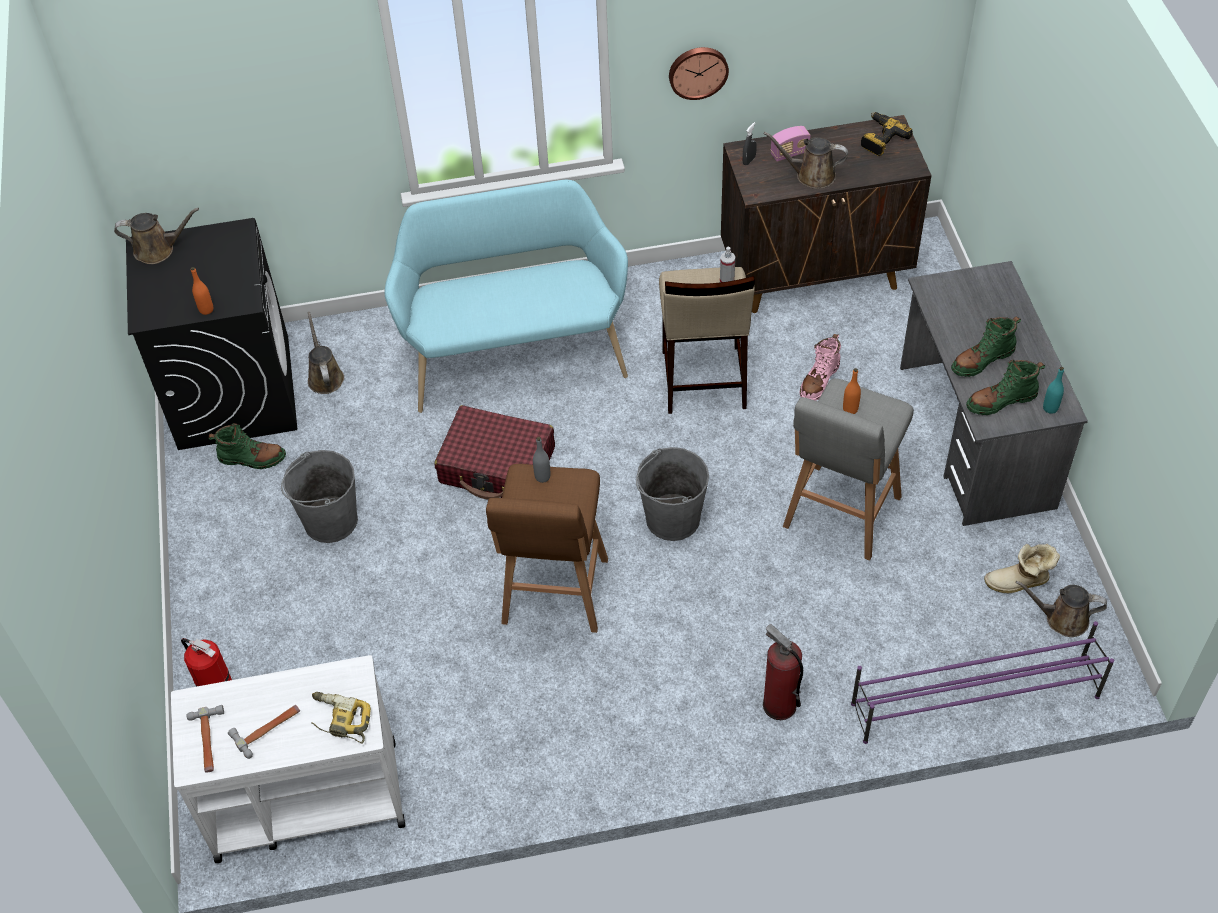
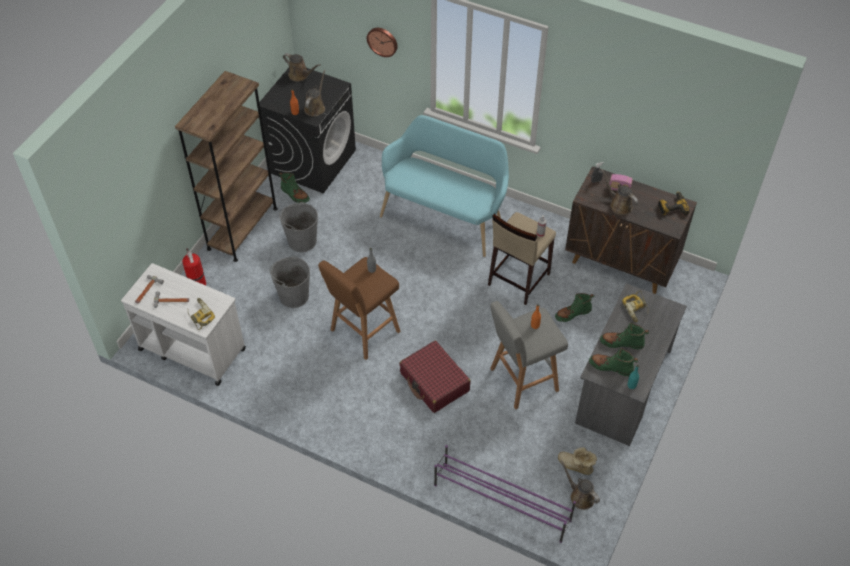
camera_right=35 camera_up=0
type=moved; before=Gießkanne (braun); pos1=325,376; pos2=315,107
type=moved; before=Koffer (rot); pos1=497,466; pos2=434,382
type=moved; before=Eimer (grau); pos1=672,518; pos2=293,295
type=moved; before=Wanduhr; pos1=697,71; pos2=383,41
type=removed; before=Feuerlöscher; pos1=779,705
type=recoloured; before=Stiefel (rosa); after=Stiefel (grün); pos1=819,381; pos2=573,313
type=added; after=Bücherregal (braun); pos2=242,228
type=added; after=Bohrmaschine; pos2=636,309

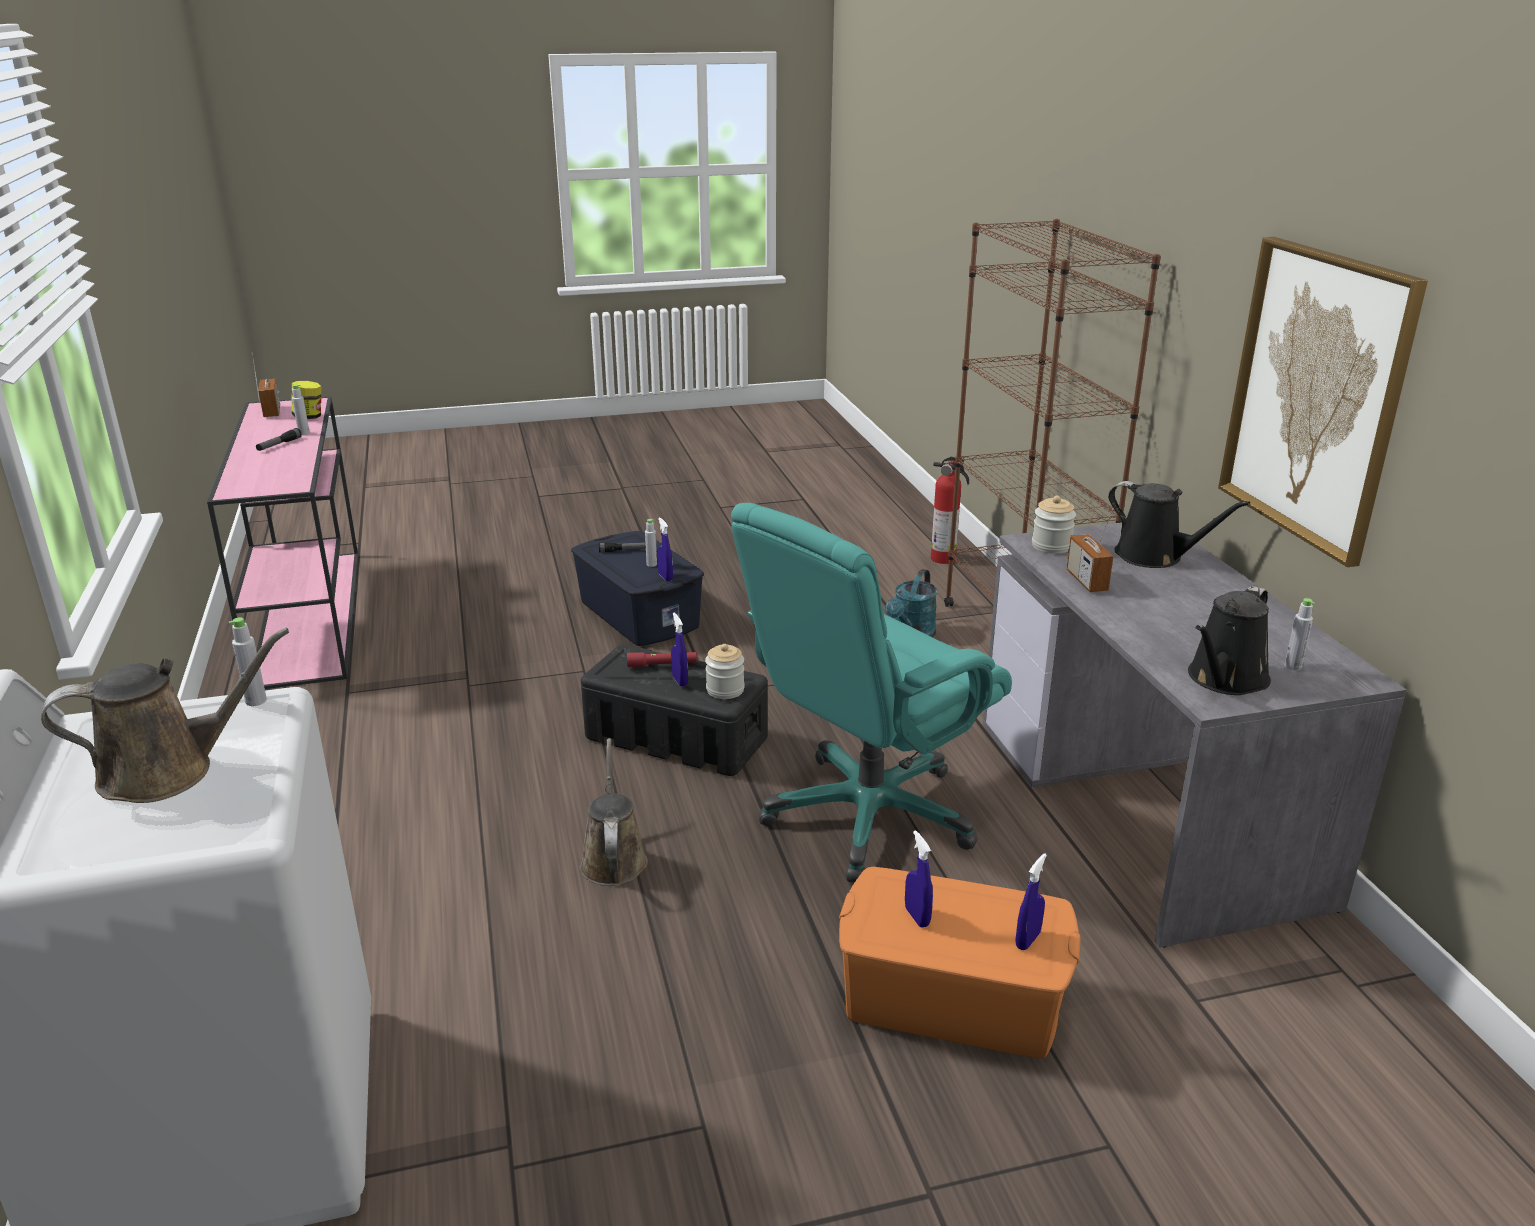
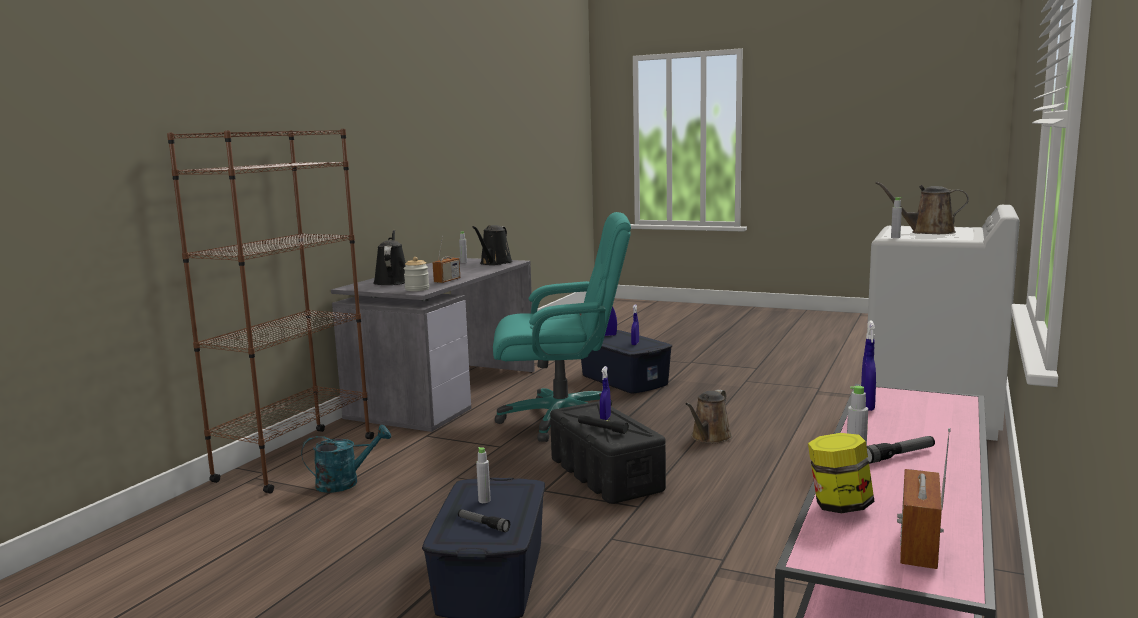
camera_right=-140 camera_up=-15
type=recoloured; before=Taschenlampe (rot); after=Taschenlampe (schwarz); pos1=662,664; pos2=602,428
type=moved; before=Sprühflasche (blau); pos1=665,577; pos2=867,406
type=removed; before=Vorratsglas; pos1=725,690
type=recoloured; before=Aufbewahrungsbox (orange); after=Aufbewahrungsbox (blau); pos1=952,999; pos2=624,379
type=removed; before=Feuerlöscher; pos1=945,559
type=turned; before=Gießkanne (schwarz); pos1=1225,680; pos2=494,263; turn=120
type=removed; before=Bild; pos1=1315,396

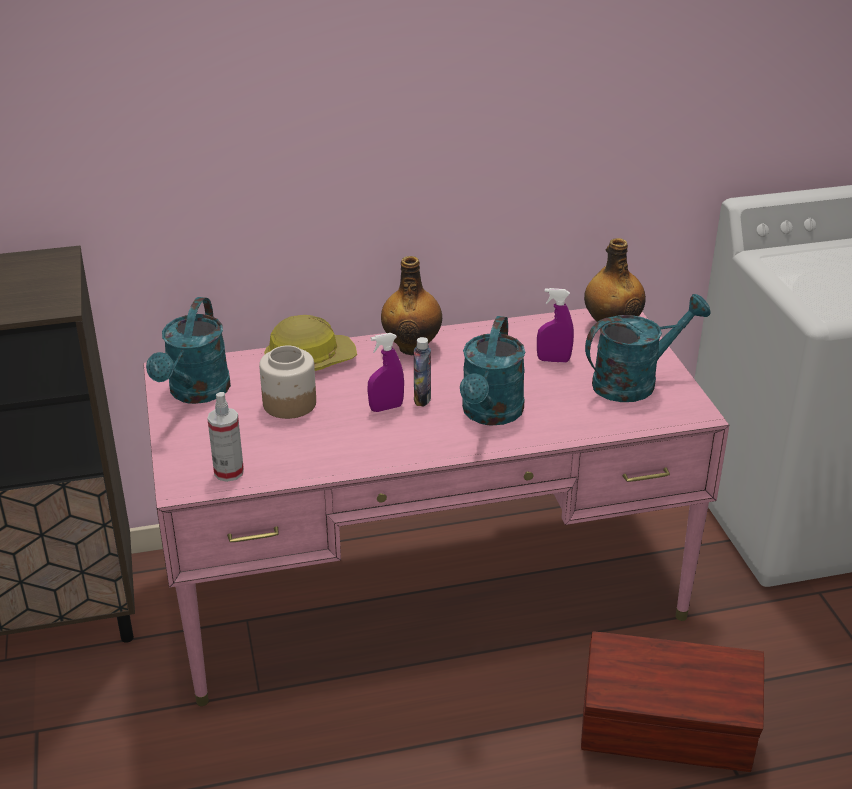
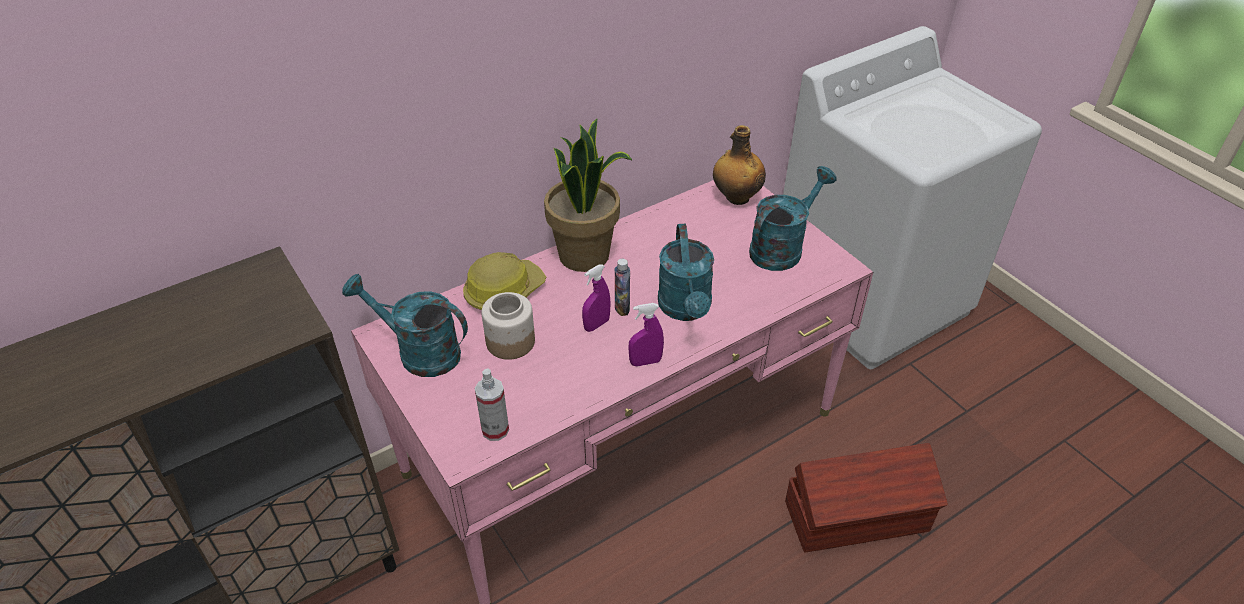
camera_right=-20 camera_up=10
type=turned; before=Gießkanne (türkis); pos1=196,393; pos2=419,352; turn=120
type=replaced; before=Flasche; after=Topfpflanze; pos1=412,347; pos2=585,255
type=moved; before=Sprühflasche (lila); pos1=553,360; pos2=645,362

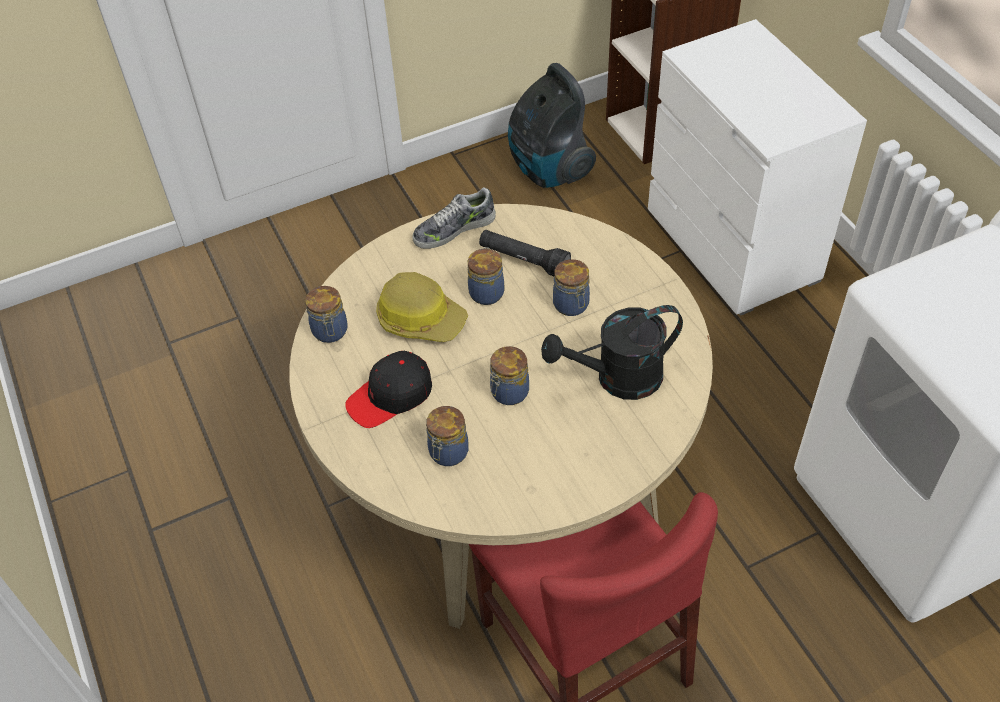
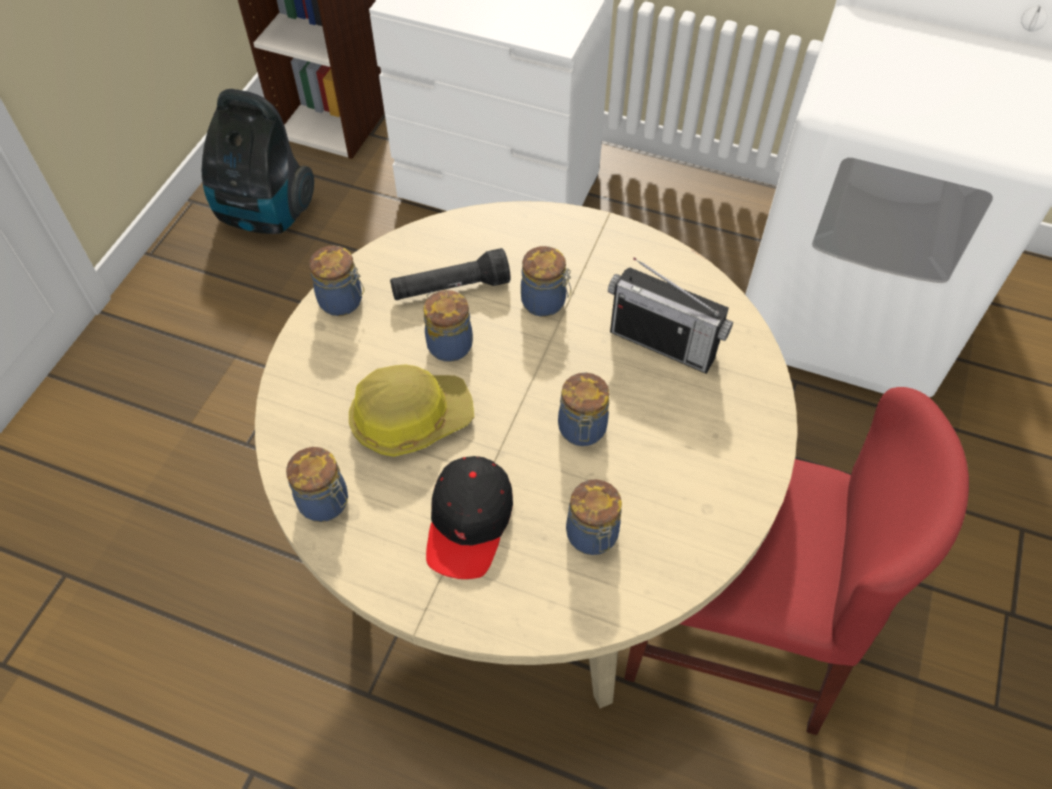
camera_right=-45 camera_up=5
type=replaced; before=Schuh; after=Vorratsglas; pos1=454,229; pos2=342,301
type=replaced; before=Gießkanne (schwarz); after=Radio; pos1=617,379; pos2=663,343

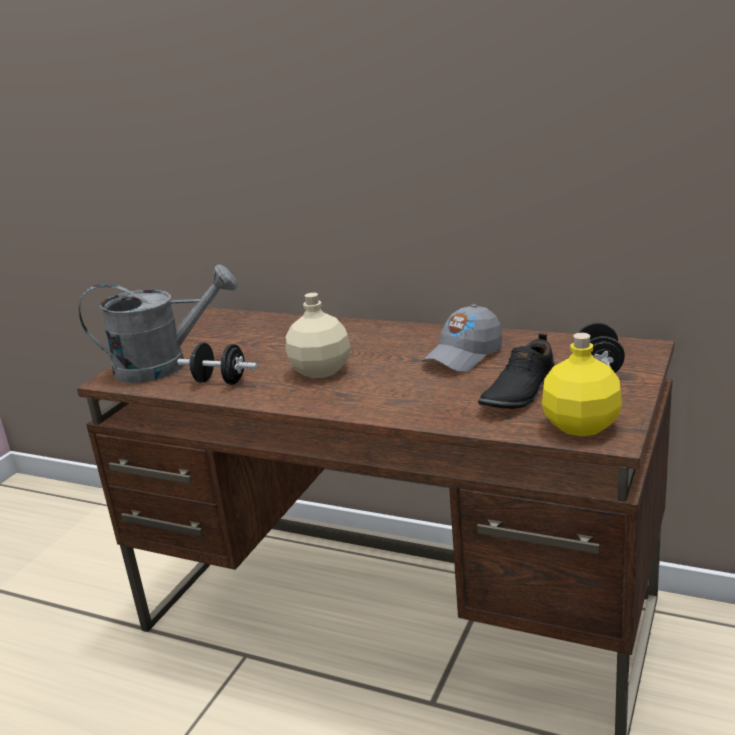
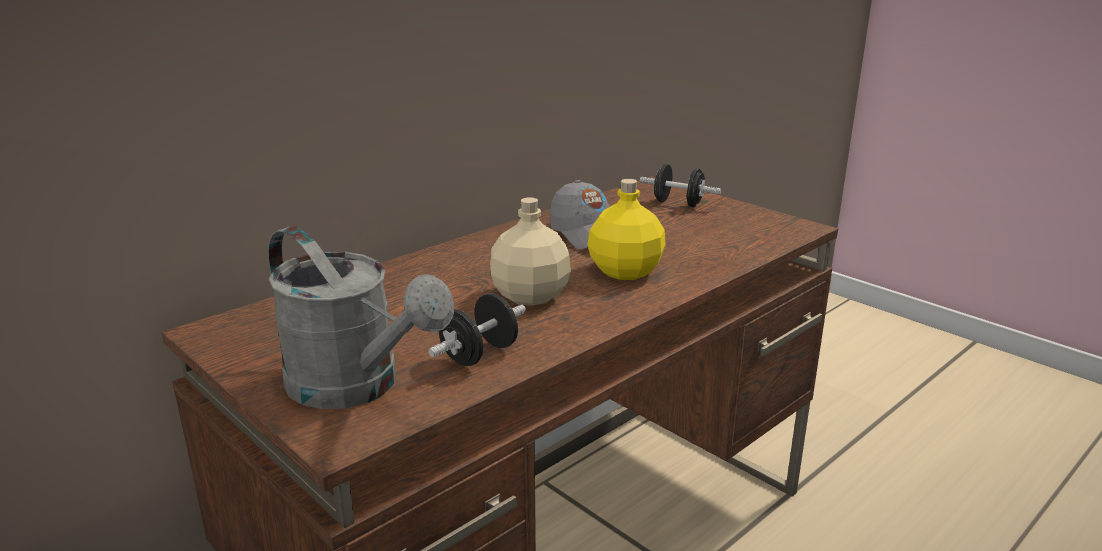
camera_right=-70 camera_up=0
type=turned; before=Gießkanne (grau); pos1=164,365; pos2=356,387; turn=120
type=removed; before=Schuh (schwarz); pos1=518,392
type=moved; before=Flasche (gelb); pos1=580,425; pos2=624,271

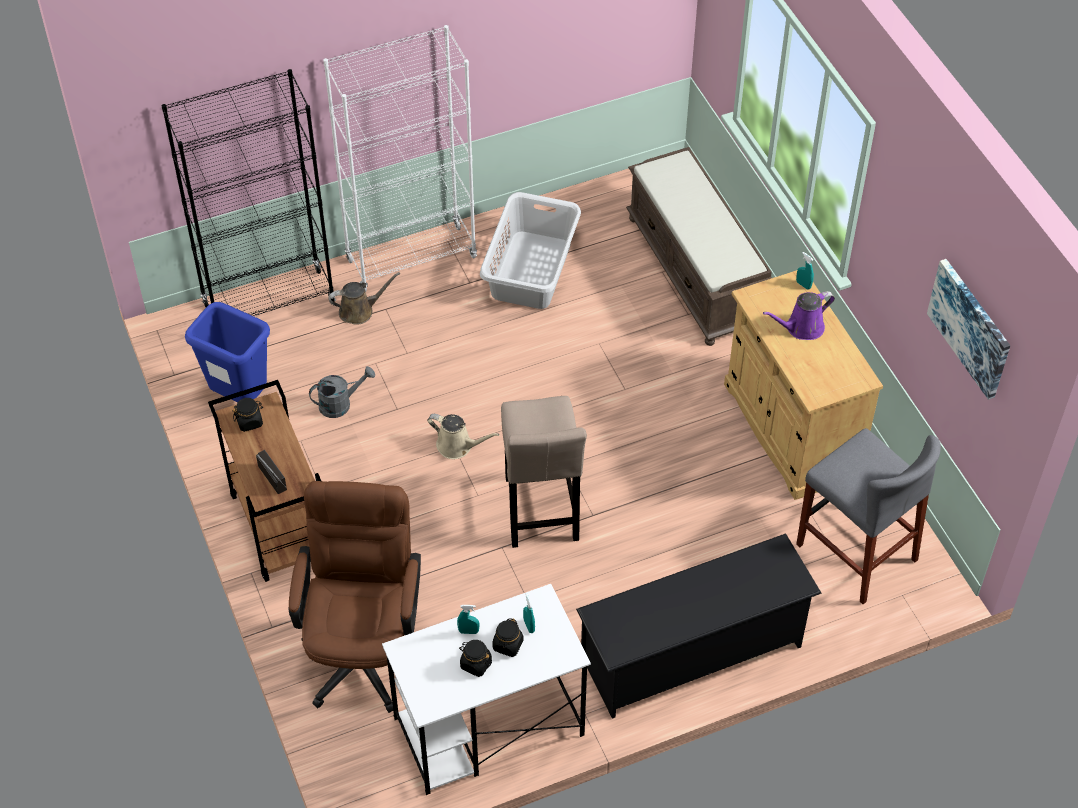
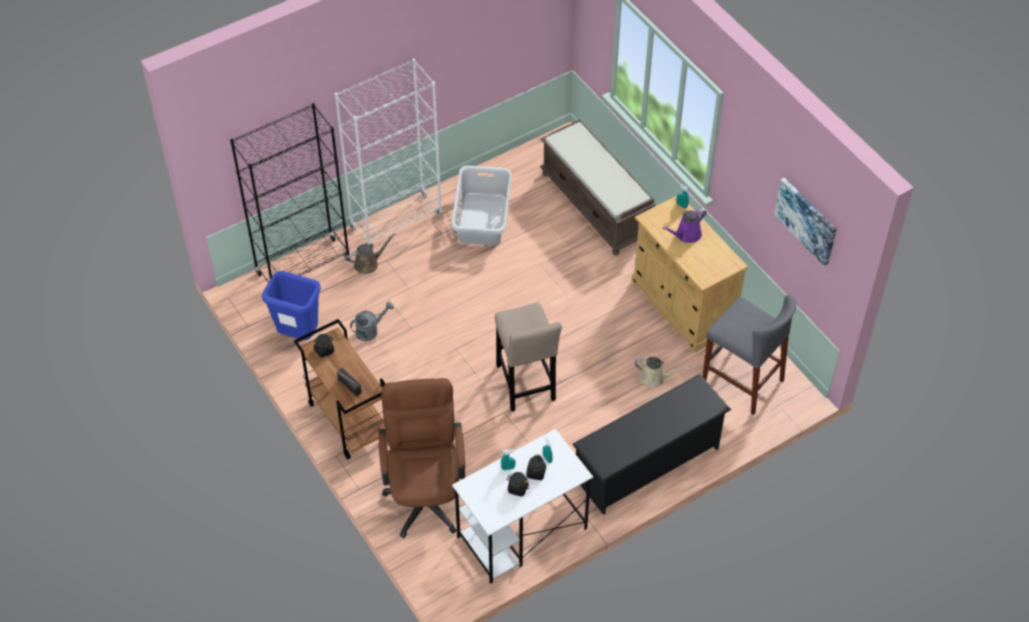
camera_right=-10 camera_up=0
type=moved; before=Gießkanne (beige); pos1=458,446; pos2=655,378

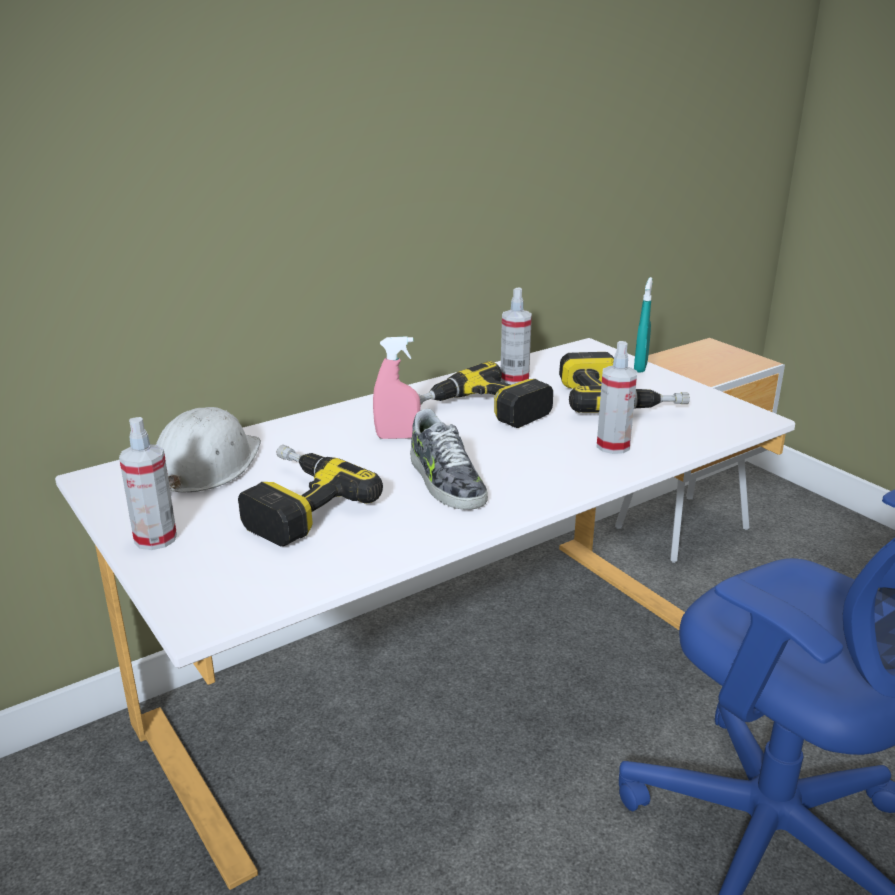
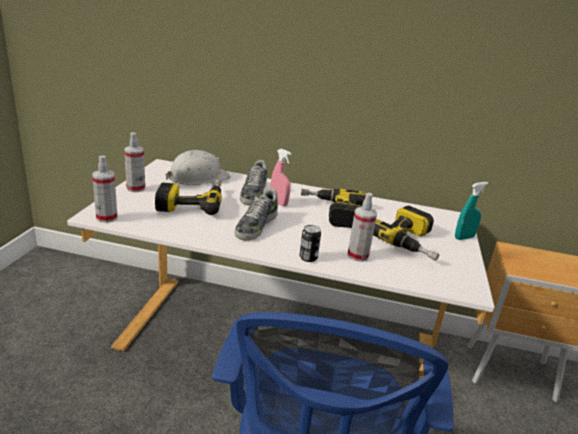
camera_right=45 camera_up=0
type=moved; before=Sprühflasche; pos1=514,379; pos2=106,218
type=added; after=Schuh; pos2=253,193
type=added; after=Dose; pos2=308,258

